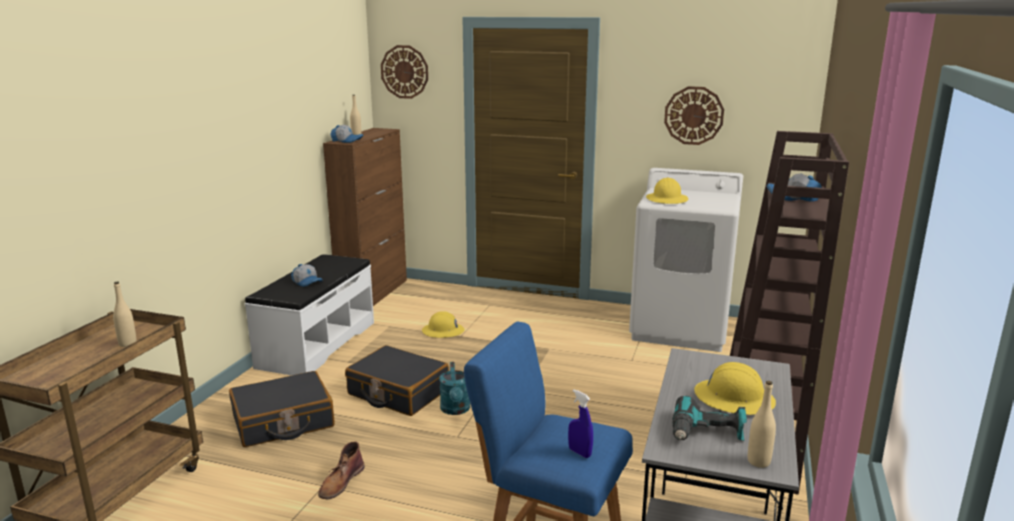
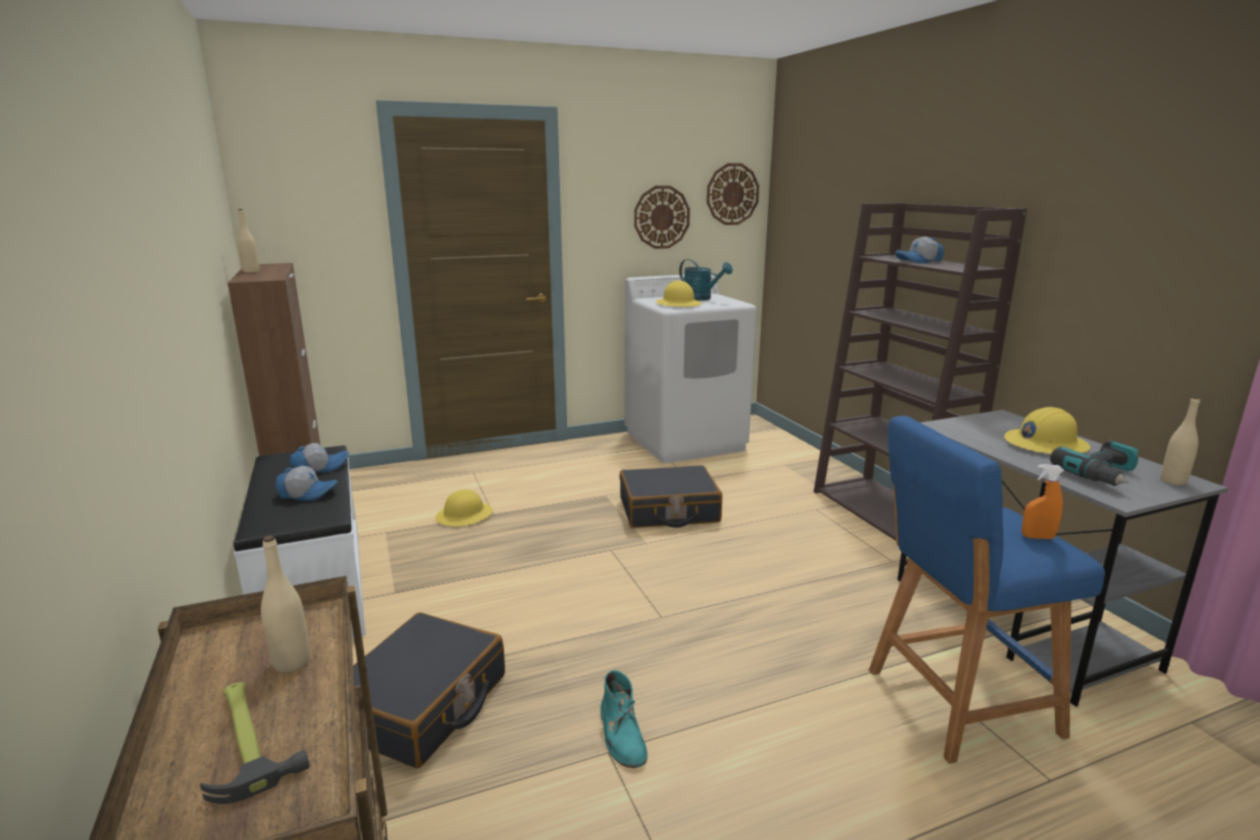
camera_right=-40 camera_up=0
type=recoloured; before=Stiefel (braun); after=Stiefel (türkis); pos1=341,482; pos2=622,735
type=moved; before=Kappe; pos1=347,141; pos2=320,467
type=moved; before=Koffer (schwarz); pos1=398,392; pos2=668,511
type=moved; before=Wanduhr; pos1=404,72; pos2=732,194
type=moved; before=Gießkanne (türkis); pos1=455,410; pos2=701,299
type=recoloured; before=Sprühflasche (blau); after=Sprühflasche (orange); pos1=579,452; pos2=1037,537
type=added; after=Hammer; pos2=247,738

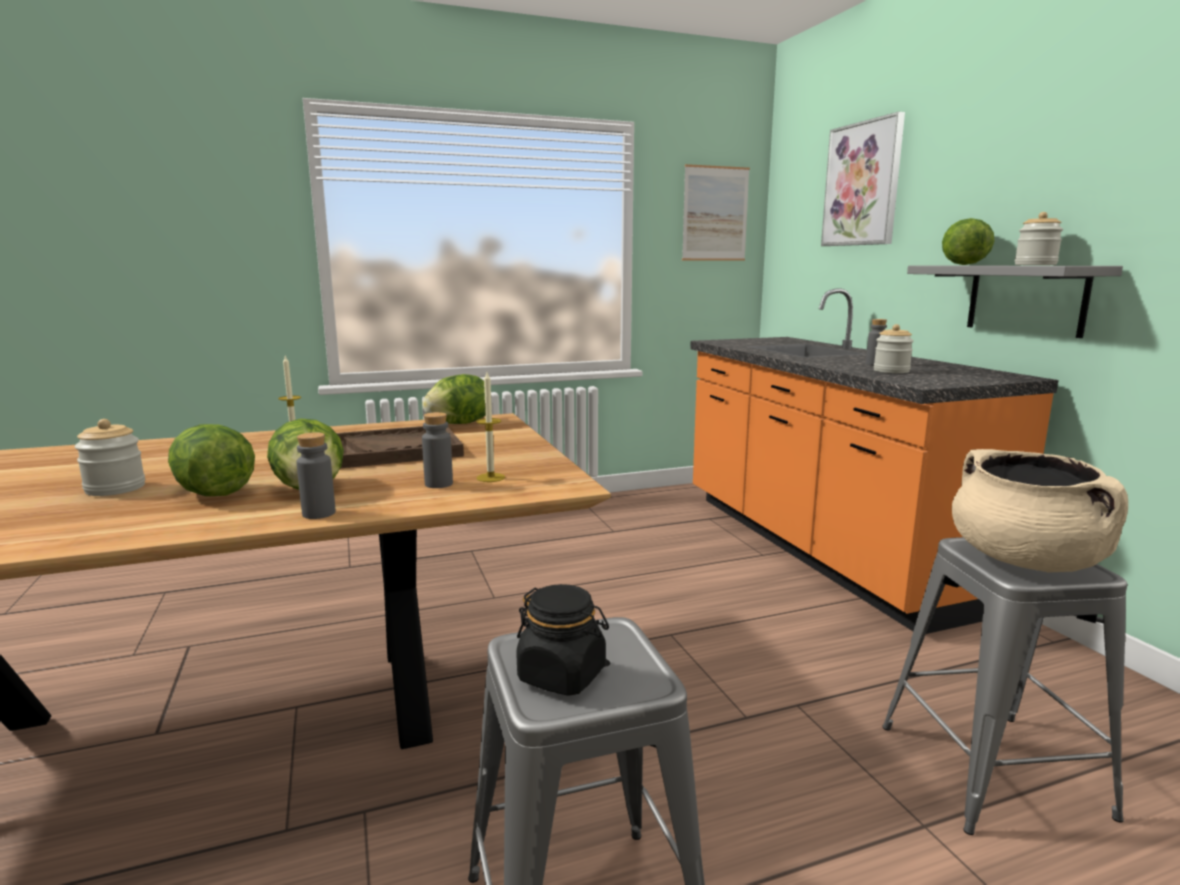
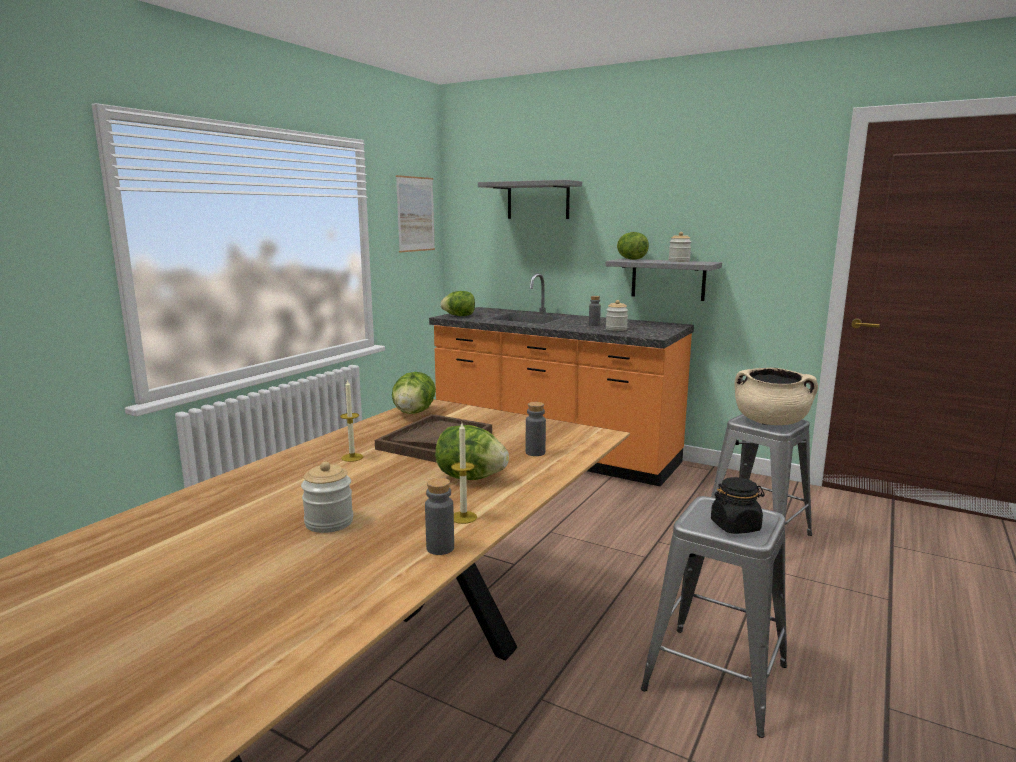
camera_right=-40 camera_up=0
type=moved; before=Salatkopf; pos1=214,493; pos2=459,316
type=moved; before=Flasche (grau); pos1=319,513; pos2=440,548
type=moved; before=Kerze; pos1=490,477; pos2=463,517
type=replaced; before=Bild; after=Wandregal (grau); pos1=862,184; pos2=538,200

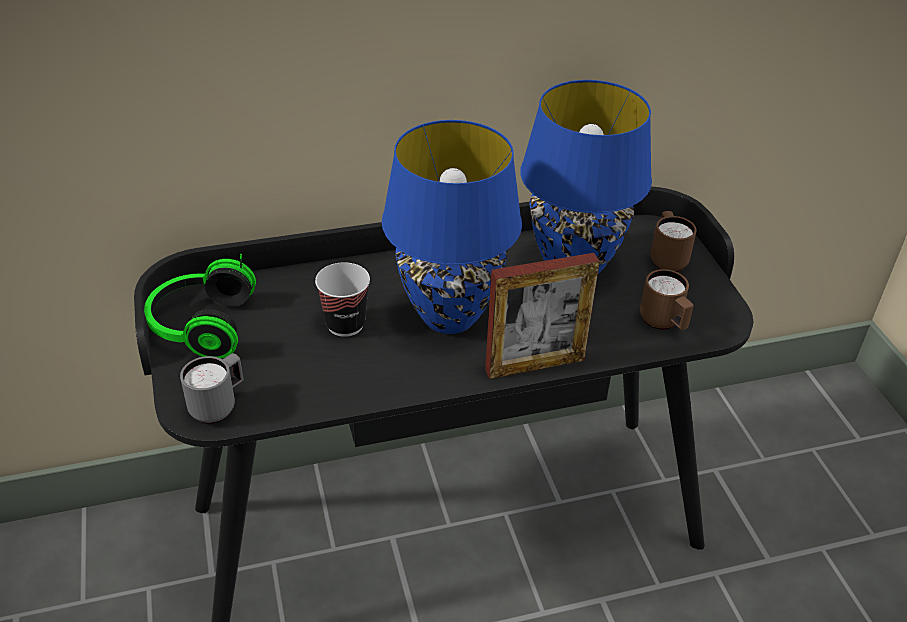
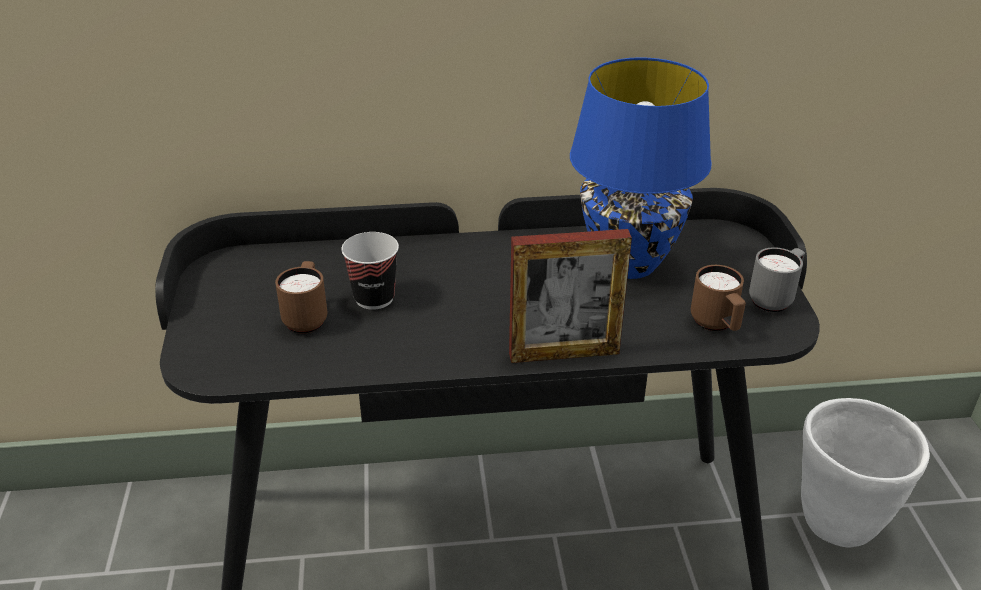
camera_right=10 camera_up=-5
type=removed; before=Kopfhörer; pos1=200,326
type=moved; before=Henkelbecher (grau); pos1=219,406; pos2=774,299
type=removed; before=Tischlampe (blau); pos1=450,315
type=moved; before=Henkelbecher (braun); pos1=666,259; pos2=307,318
type=added; after=Pflanzkübel (weiß); pos2=838,522

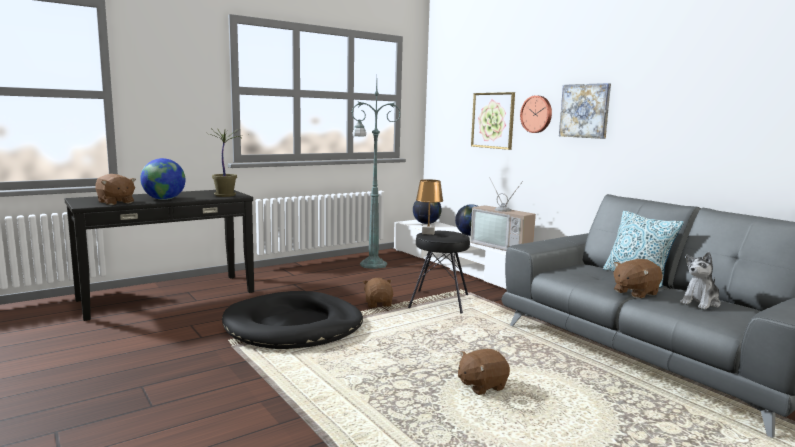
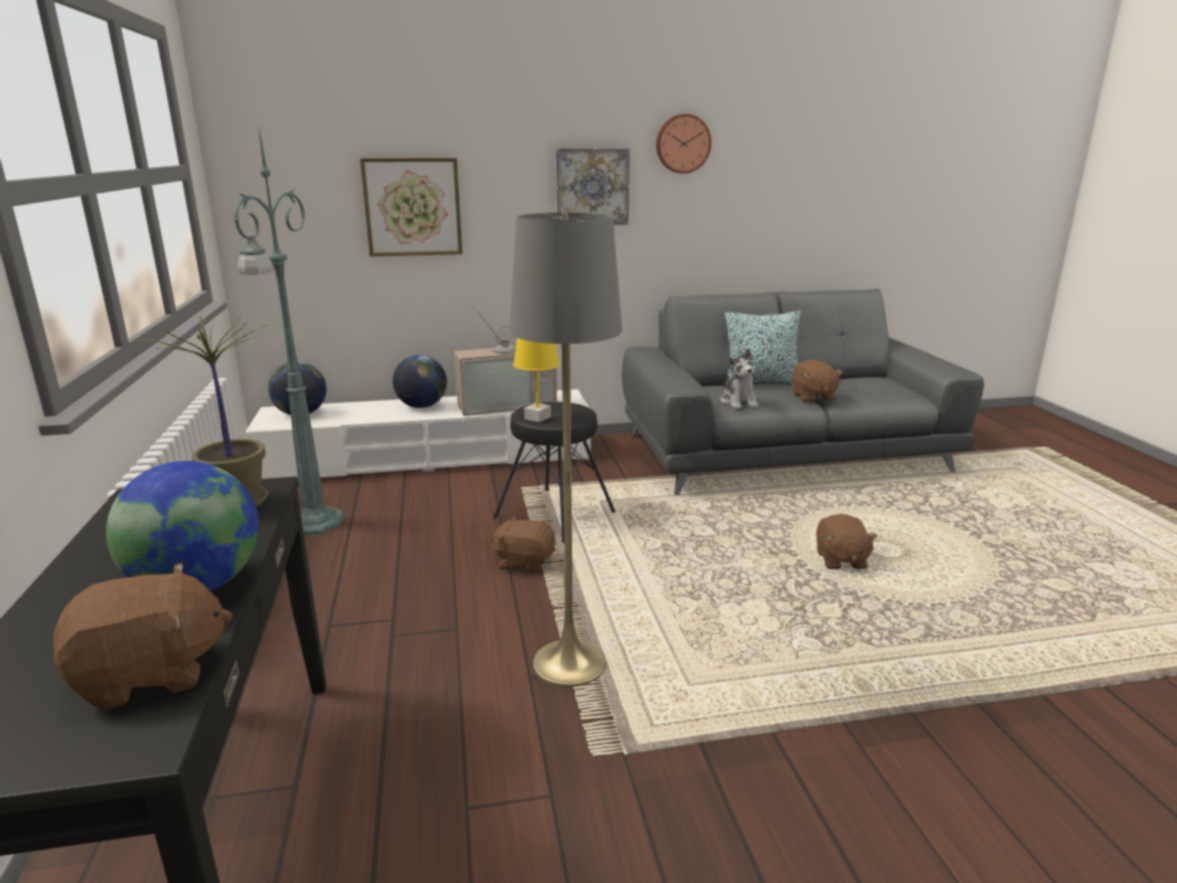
camera_right=-65 camera_up=10
type=replaced; before=Hundebett (schwarz); after=Stehlampe (grau); pos1=294,326; pos2=569,664
type=recoloured; before=Tischlampe (braun); after=Tischlampe (gelb); pos1=428,233; pos2=537,418
type=moved; before=Wanduhr; pos1=537,114; pos2=682,144
type=moved; before=Plüschtier; pos1=700,303; pos2=738,402

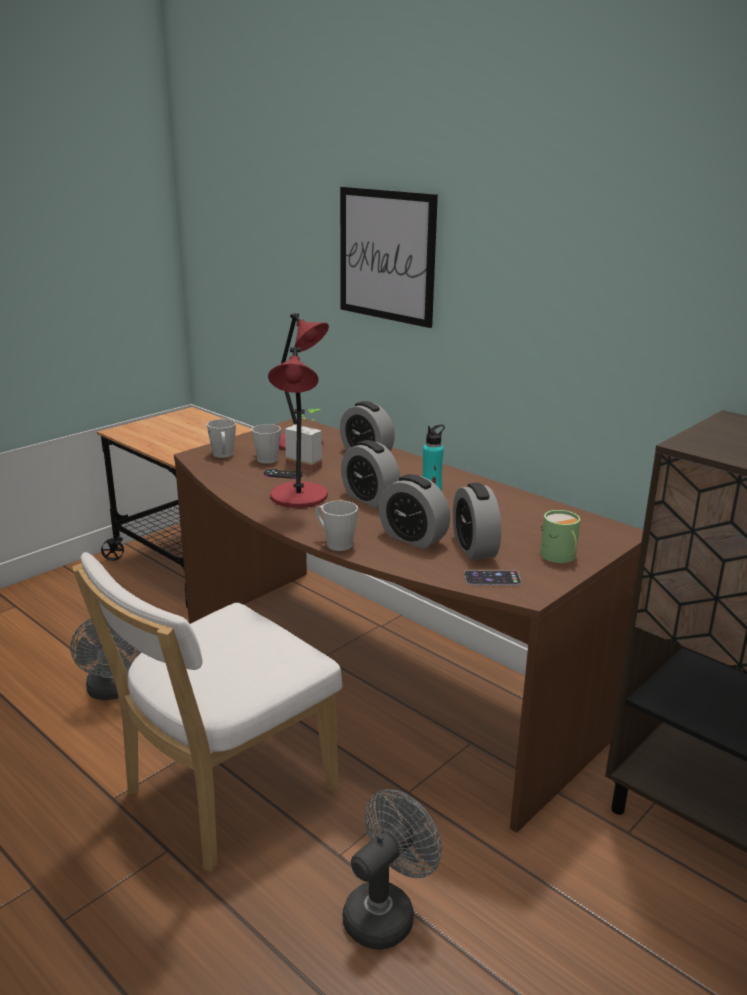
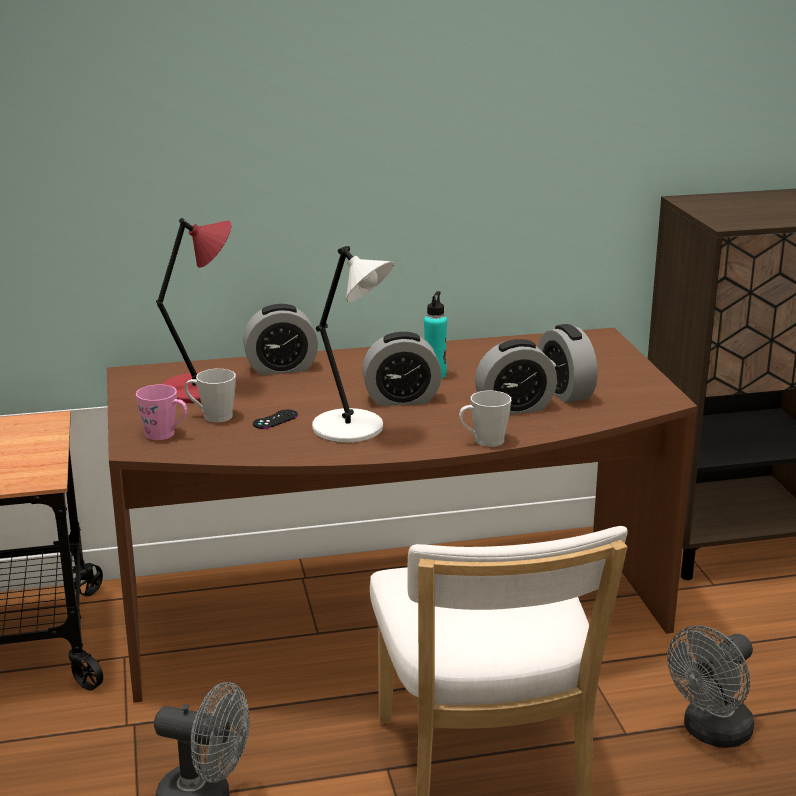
camera_right=-55 camera_up=0
type=recoloured; before=Henkelbecher (grau); after=Henkelbecher (rosa); pos1=223,455; pos2=165,434
type=recoloured; before=Tischlampe (rot); after=Tischlampe (weiß); pos1=298,498; pos2=351,428
type=removed; before=Topfpflanze; pos1=308,464
type=removed; before=Bild; pos1=386,255
type=turned; before=Ventilator (grau); pos1=386,911; pos2=711,733; turn=-120
type=turned; before=Wecker; pos1=474,548; pos2=565,392; turn=45
type=removed; before=Handy; pos1=492,578
type=removed; before=Henkelbecher (grün); pos1=559,556

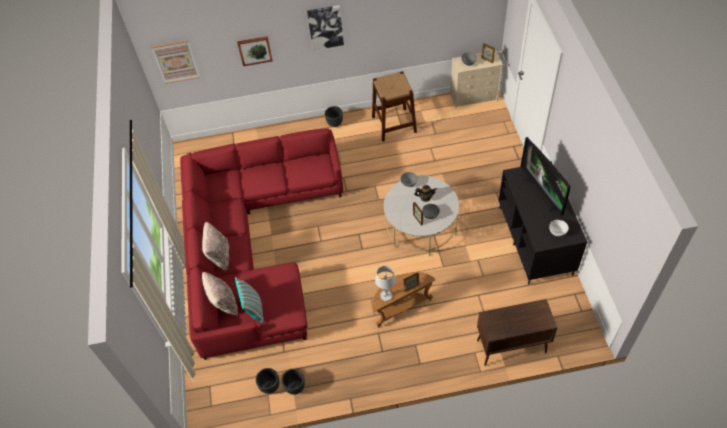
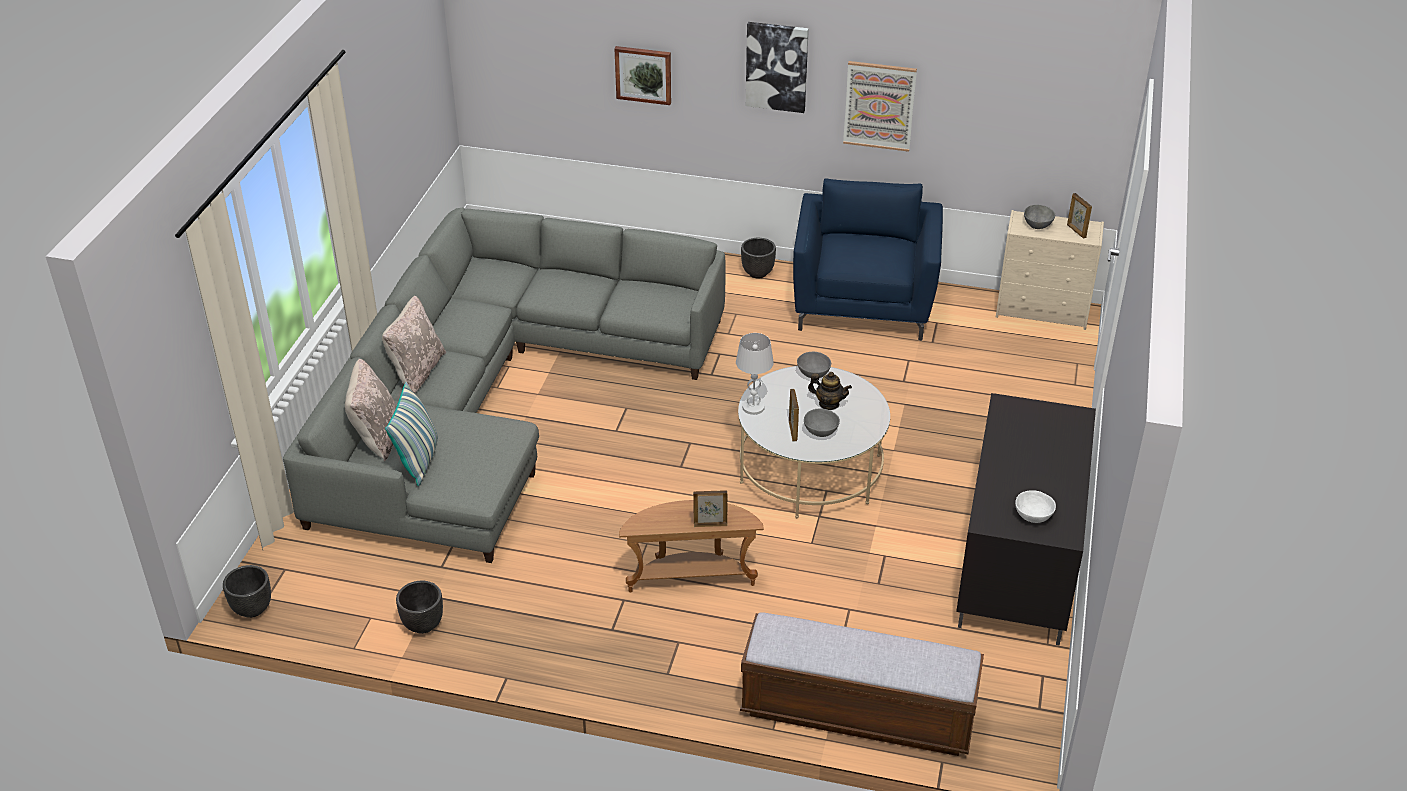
camera_right=20 camera_up=-15
type=moved; before=Bild; pos1=176,61; pos2=879,105
type=recoloured; before=Sofa (rot); after=Sofa (grau); pos1=252,245; pos2=496,397
type=moved; before=Pflanzkübel (schwarz); pos1=270,386; pos2=252,609
type=replaced; before=Hocker (braun); after=Sessel (blau); pos1=394,124; pos2=864,306
type=moved; before=Tischlampe (weiß); pos1=386,296; pos2=753,407
type=replaced; before=Schrank (braun); after=Bank; pos1=510,347; pos2=857,712
type=removed; before=Fernseher; pos1=542,193

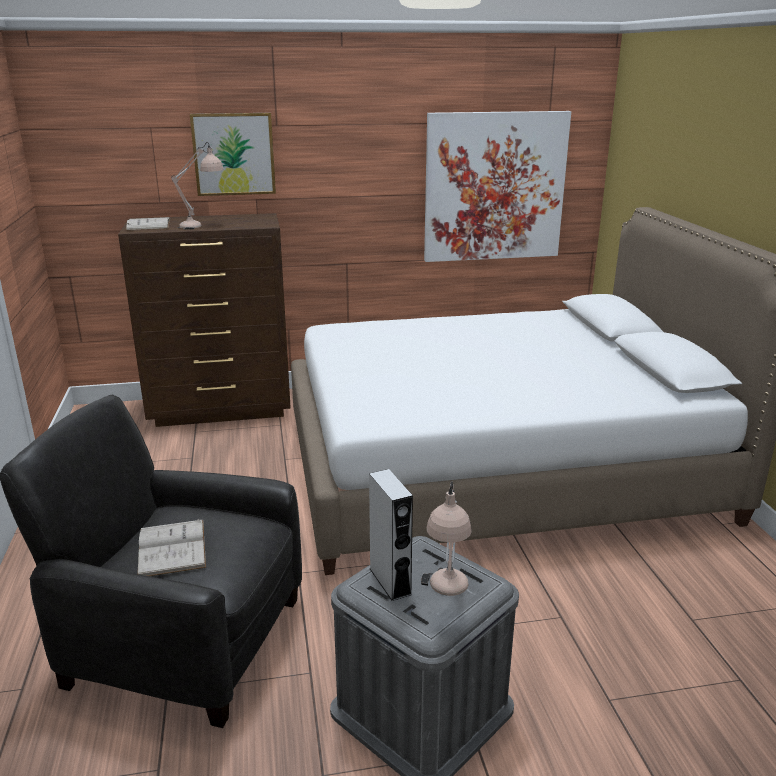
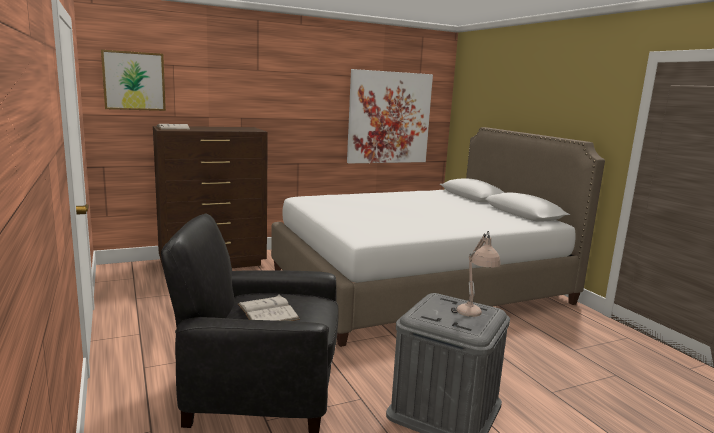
camera_right=-15 camera_up=-10
type=removed; before=Tischlampe (beige); pos1=202,226
type=moved; before=Bild; pos1=234,154; pos2=134,81
type=removed; before=Lautsprecher (grau); pos1=390,581

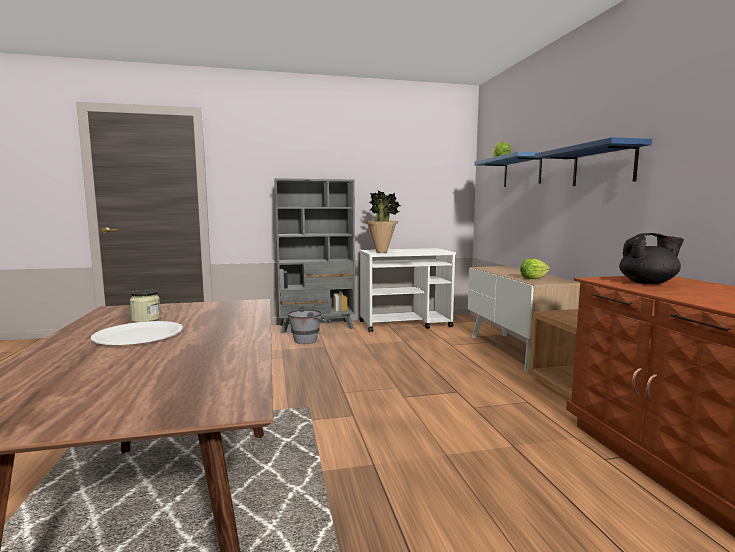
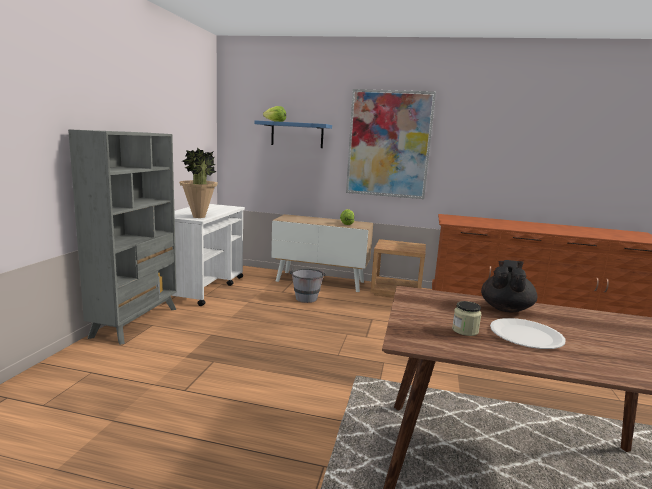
camera_right=-65 camera_up=5
type=moved; before=Eimer (grau); pos1=310,340; pos2=306,297
type=replaced; before=Wandregal (blau); after=Bild; pos1=603,165; pos2=389,144
type=moved; before=Teekanne (schwarz); pos1=648,283; pos2=505,308

